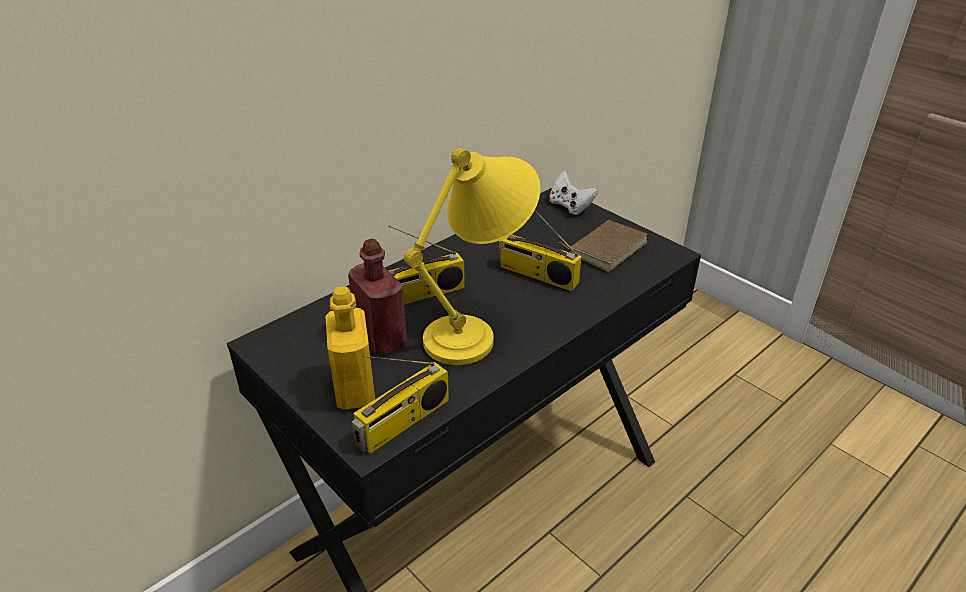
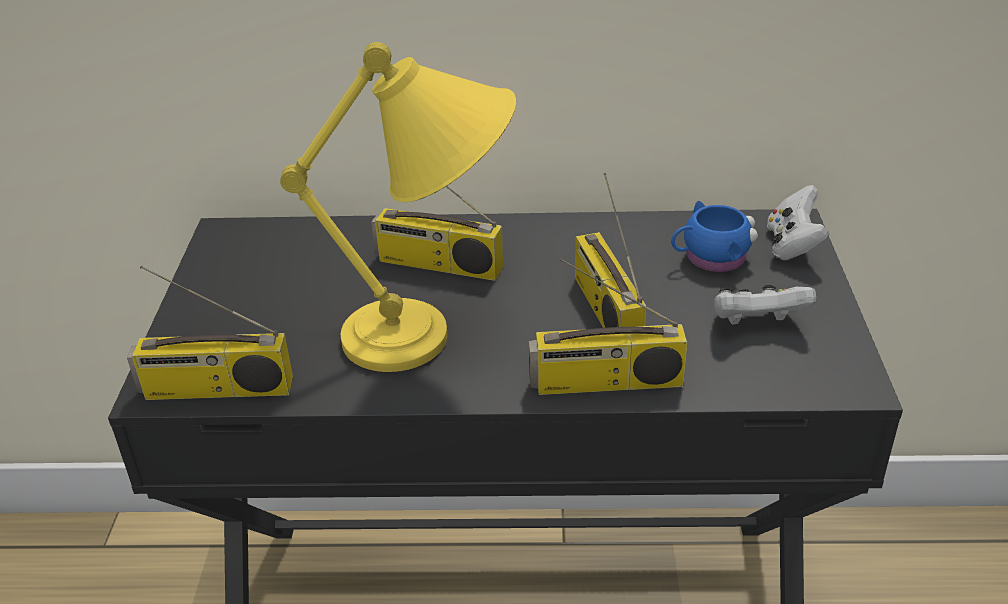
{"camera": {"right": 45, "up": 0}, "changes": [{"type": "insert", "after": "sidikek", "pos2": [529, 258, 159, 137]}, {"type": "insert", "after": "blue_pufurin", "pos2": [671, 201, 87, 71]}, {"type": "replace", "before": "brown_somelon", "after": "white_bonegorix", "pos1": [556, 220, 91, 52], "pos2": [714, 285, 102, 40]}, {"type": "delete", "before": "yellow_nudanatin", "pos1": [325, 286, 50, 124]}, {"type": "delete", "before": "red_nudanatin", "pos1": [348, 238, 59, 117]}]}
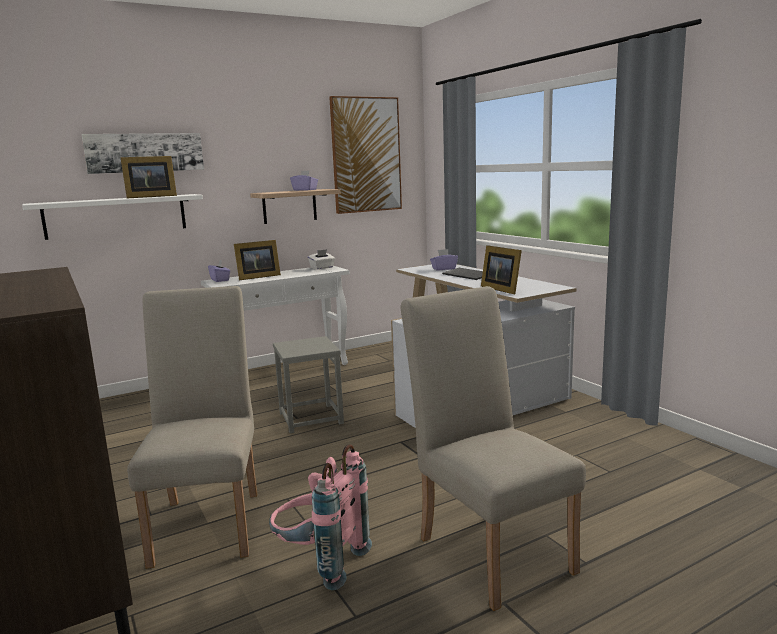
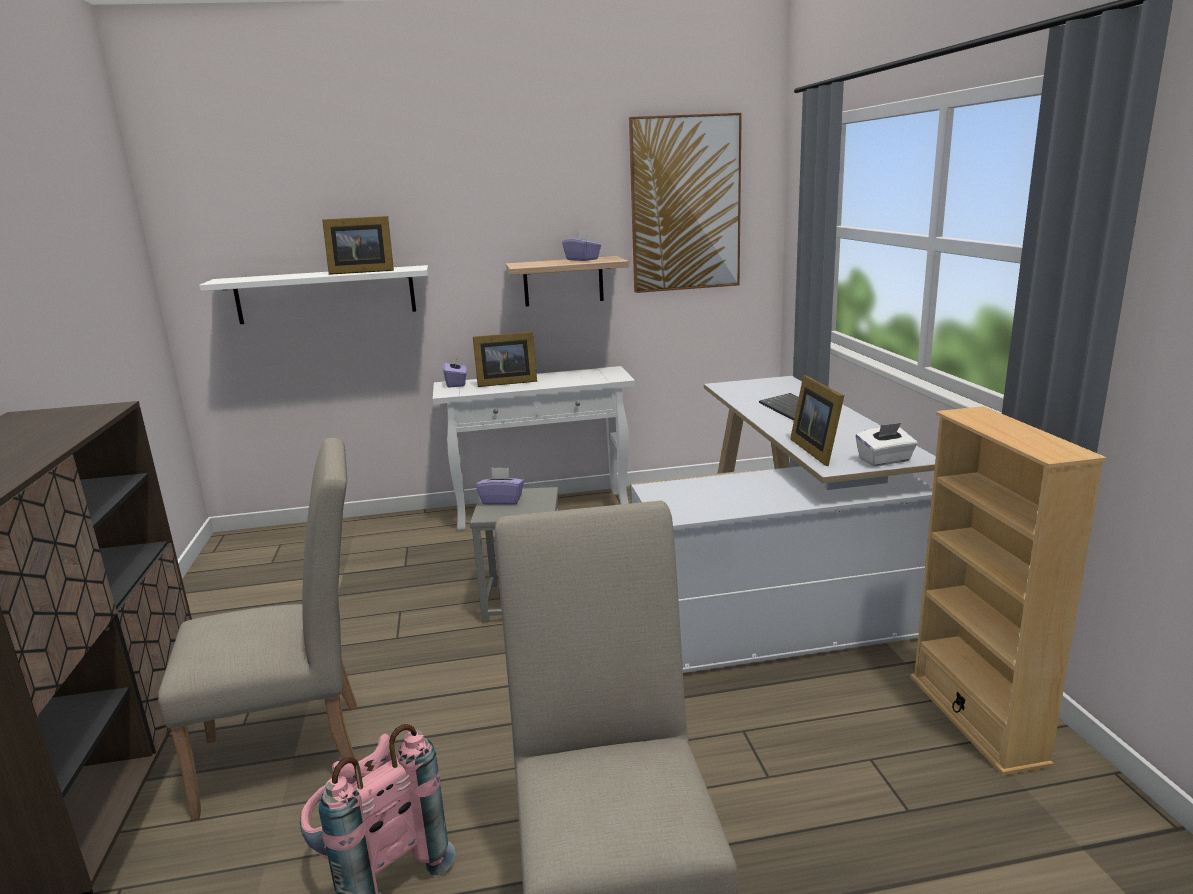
{"camera": {"right": 20, "up": 5}, "changes": [{"type": "rotate", "before": "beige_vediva", "pos1": [127, 286, 130, 283], "pos2": [158, 438, 199, 383], "turn": 60}, {"type": "move", "before": "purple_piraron", "pos1": [430, 249, 28, 21], "pos2": [476, 467, 48, 38]}, {"type": "move", "before": "white_piraron", "pos1": [308, 249, 27, 21], "pos2": [856, 423, 61, 43]}, {"type": "insert", "after": "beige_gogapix", "pos2": [910, 406, 197, 370]}, {"type": "delete", "before": "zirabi", "pos1": [81, 133, 123, 41]}]}
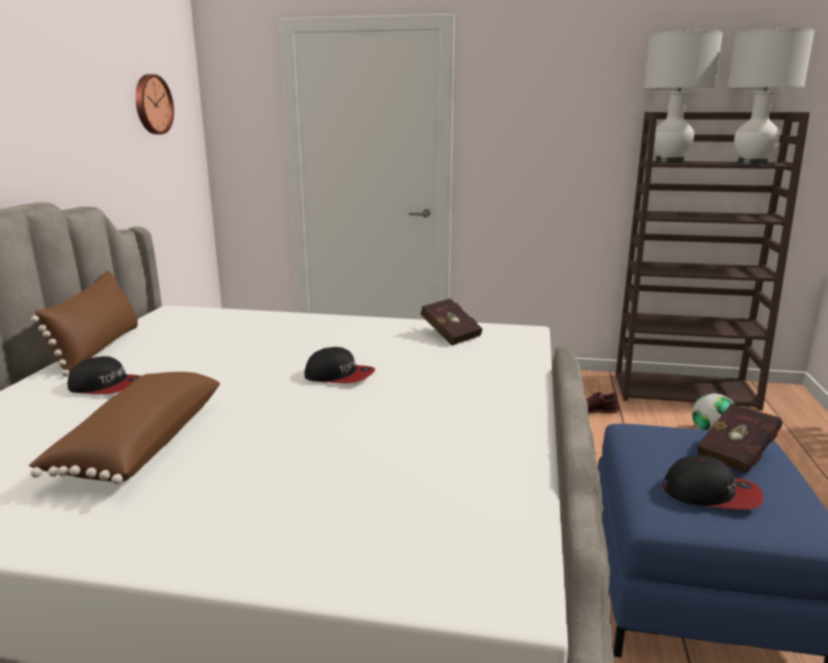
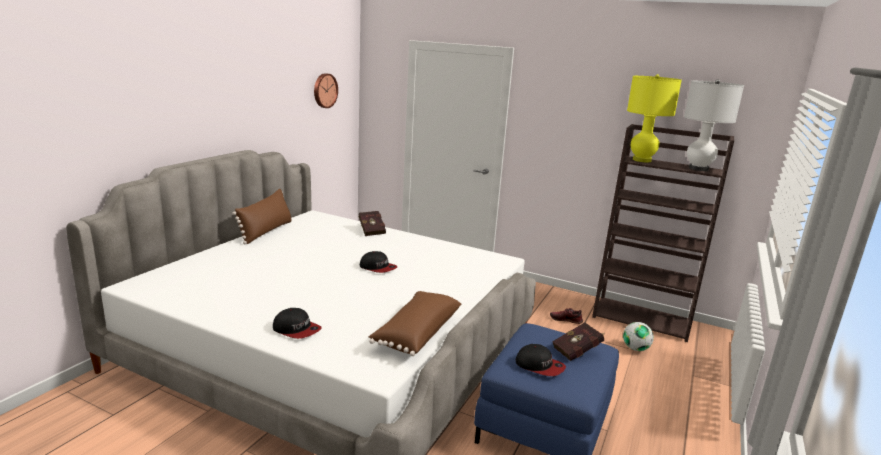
{"camera": {"right": 15, "up": 0}, "changes": [{"type": "move", "before": "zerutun", "pos1": [68, 356, 72, 38], "pos2": [273, 308, 48, 31]}, {"type": "move", "before": "red_somelon", "pos1": [420, 299, 62, 47], "pos2": [359, 211, 27, 25]}, {"type": "move", "before": "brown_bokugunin", "pos1": [29, 372, 191, 112], "pos2": [369, 291, 92, 65]}, {"type": "recolor", "before": "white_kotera", "after": "yellow_kotera", "pos1": [644, 29, 79, 134], "pos2": [627, 74, 55, 89]}]}
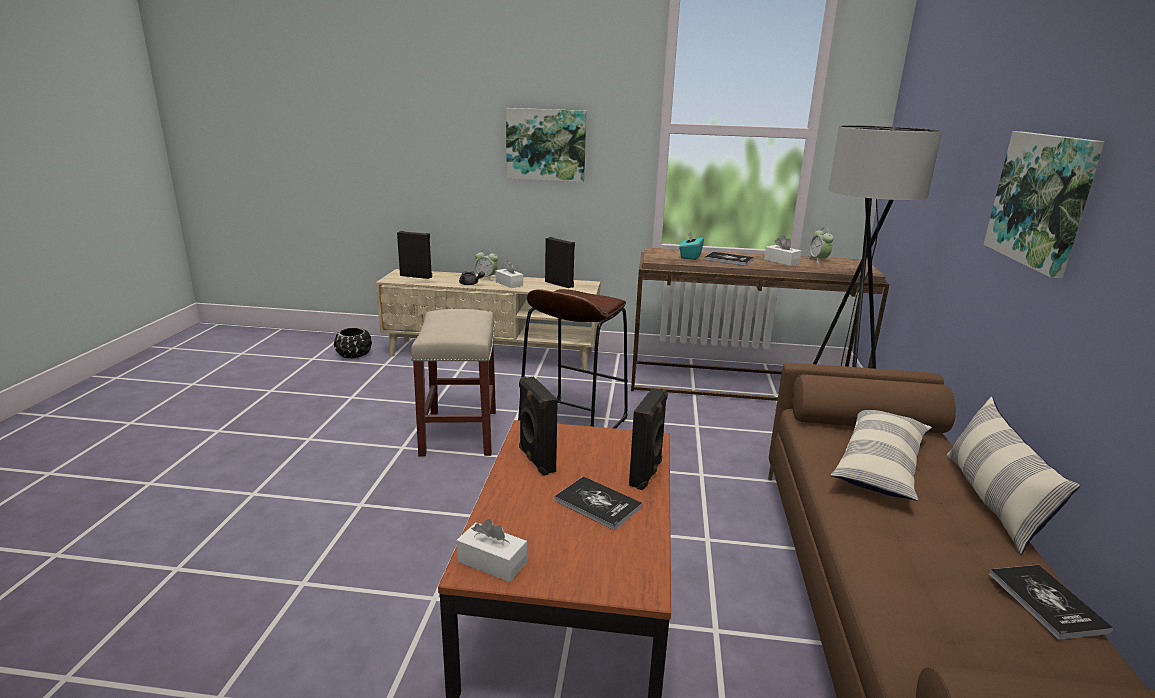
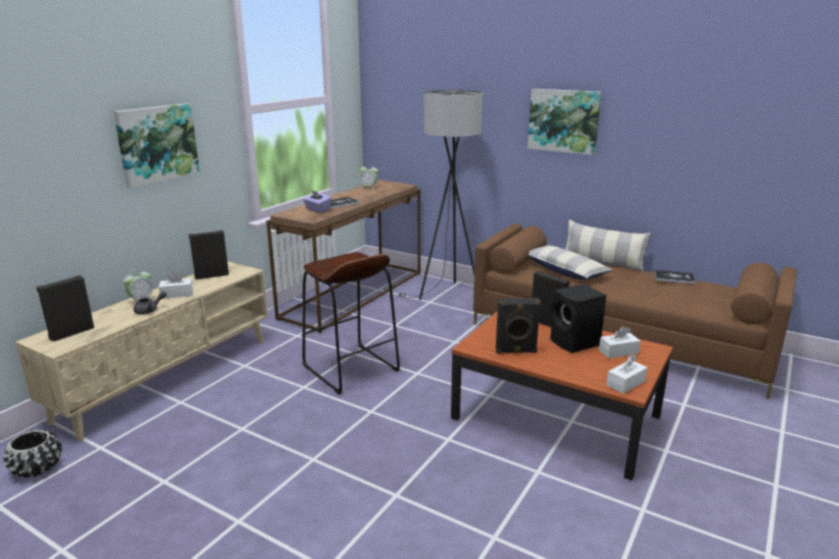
{"camera": {"right": -65, "up": 0}, "changes": [{"type": "recolor", "before": "turquoise_piraron", "after": "purple_piraron", "pos1": [679, 231, 25, 29], "pos2": [303, 190, 28, 23]}, {"type": "replace", "before": "somelon", "after": "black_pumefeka", "pos1": [554, 476, 88, 54], "pos2": [550, 284, 56, 69]}, {"type": "move", "before": "white_piraron", "pos1": [764, 236, 37, 30], "pos2": [599, 326, 41, 32]}, {"type": "delete", "before": "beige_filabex", "pos1": [411, 309, 85, 147]}]}
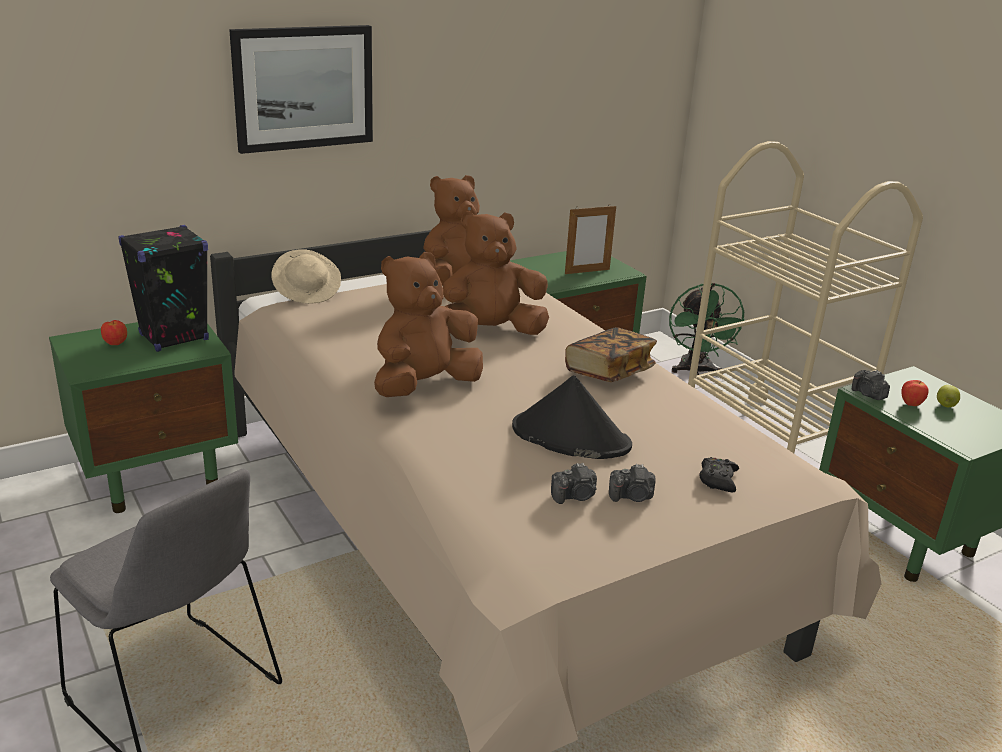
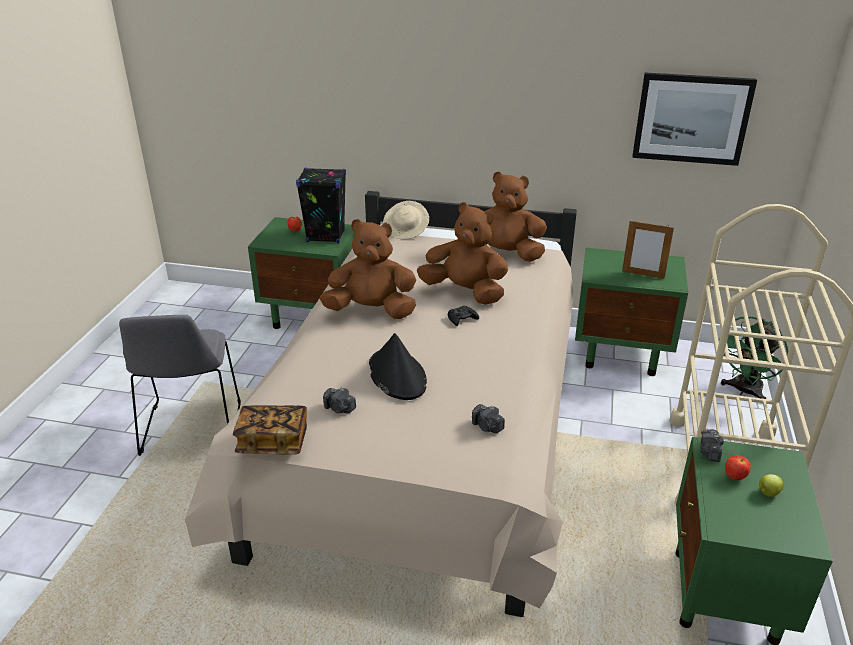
{"camera": {"right": 45, "up": 5}, "changes": [{"type": "move", "before": "somelon", "pos1": [565, 327, 92, 55], "pos2": [233, 405, 74, 50]}, {"type": "move", "before": "black_bonegorix", "pos1": [699, 457, 40, 35], "pos2": [448, 306, 31, 20]}, {"type": "move", "before": "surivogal", "pos1": [609, 464, 46, 38], "pos2": [472, 404, 33, 29]}, {"type": "move", "before": "zirabi", "pos1": [229, 25, 144, 129], "pos2": [632, 73, 125, 93]}]}
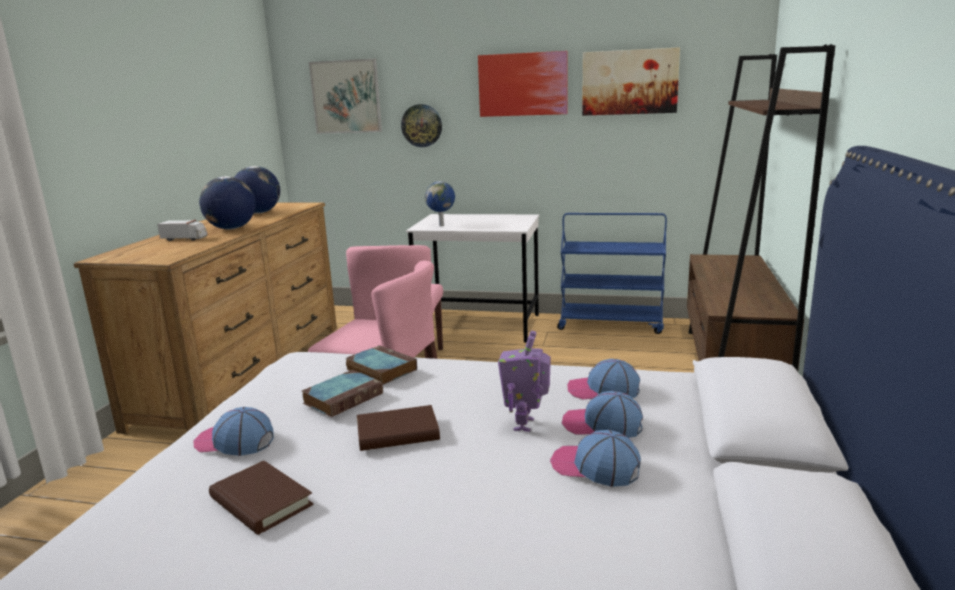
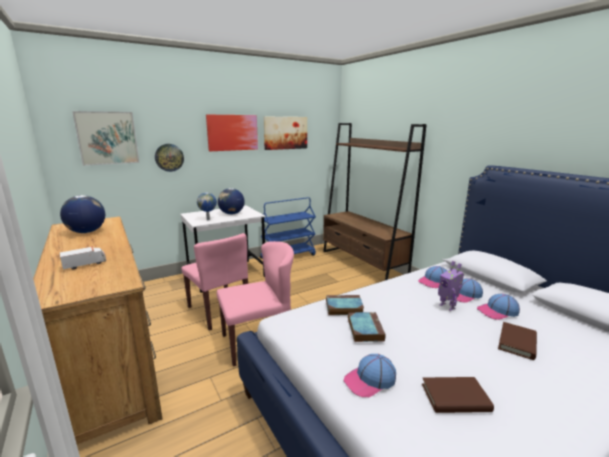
{"camera": {"right": -45, "up": 0}, "changes": [{"type": "move", "before": "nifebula", "pos1": [199, 176, 57, 53], "pos2": [218, 188, 27, 27]}, {"type": "move", "before": "brown_somelon", "pos1": [357, 405, 83, 46], "pos2": [498, 322, 39, 38]}]}
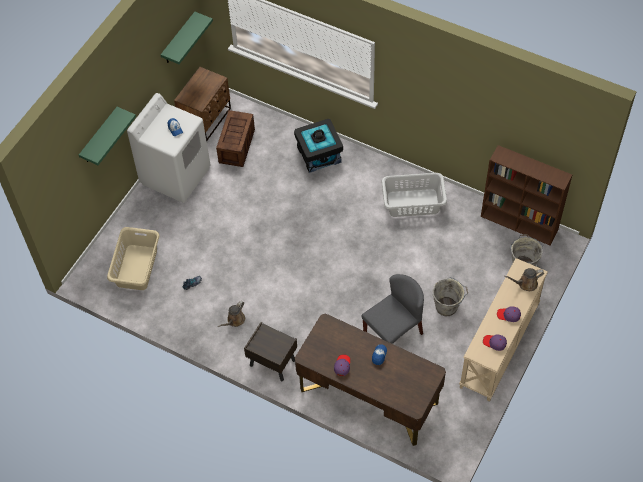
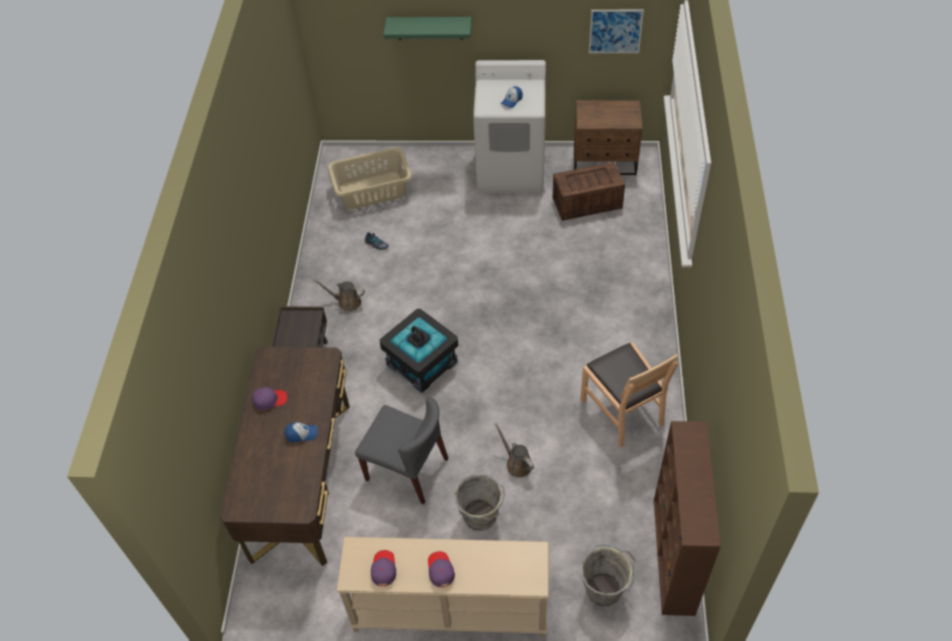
{"camera": {"right": 65, "up": -5}, "changes": [{"type": "move", "before": "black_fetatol", "pos1": [294, 119, 49, 54], "pos2": [380, 309, 78, 84]}, {"type": "move", "before": "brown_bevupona", "pos1": [504, 268, 40, 23], "pos2": [495, 424, 39, 54]}, {"type": "replace", "before": "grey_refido", "after": "brown_vediva", "pos1": [382, 173, 65, 44], "pos2": [580, 342, 98, 106]}, {"type": "replace", "before": "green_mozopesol", "after": "zirabi", "pos1": [161, 12, 52, 52], "pos2": [589, 9, 55, 44]}]}
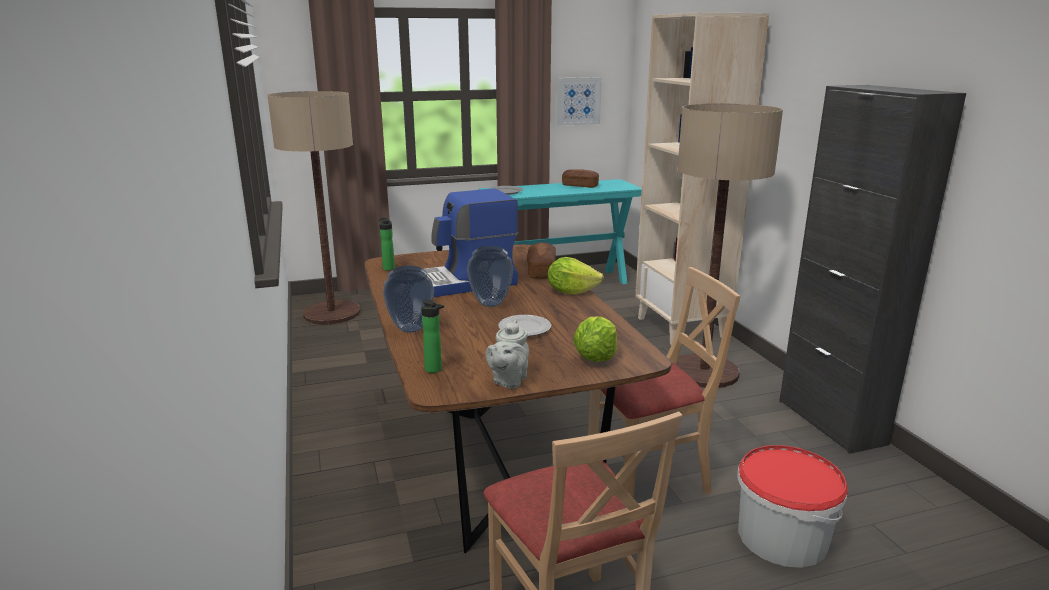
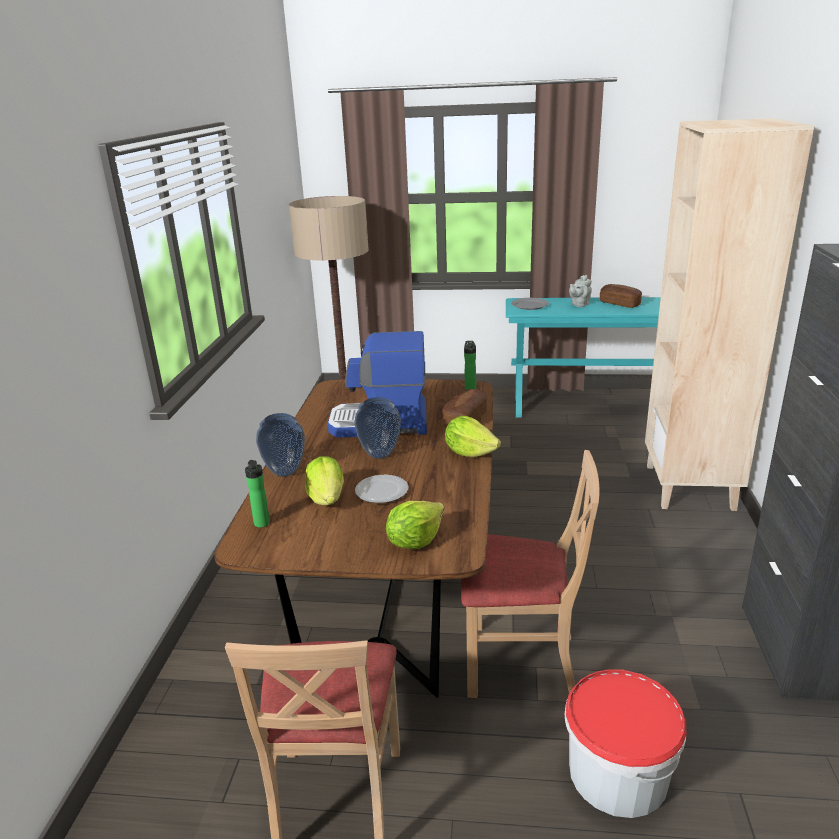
{"camera": {"right": 25, "up": 5}, "changes": [{"type": "insert", "after": "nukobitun", "pos2": [305, 456, 39, 50]}, {"type": "move", "before": "nudanatin", "pos1": [379, 218, 16, 53], "pos2": [464, 341, 12, 49]}, {"type": "move", "before": "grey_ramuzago", "pos1": [486, 320, 43, 68], "pos2": [569, 275, 23, 32]}, {"type": "delete", "before": "zirabi", "pos1": [557, 77, 45, 49]}, {"type": "delete", "before": "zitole", "pos1": [676, 104, 107, 284]}]}
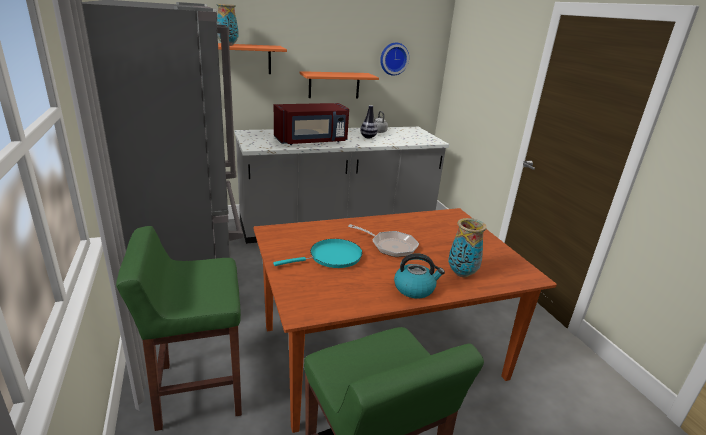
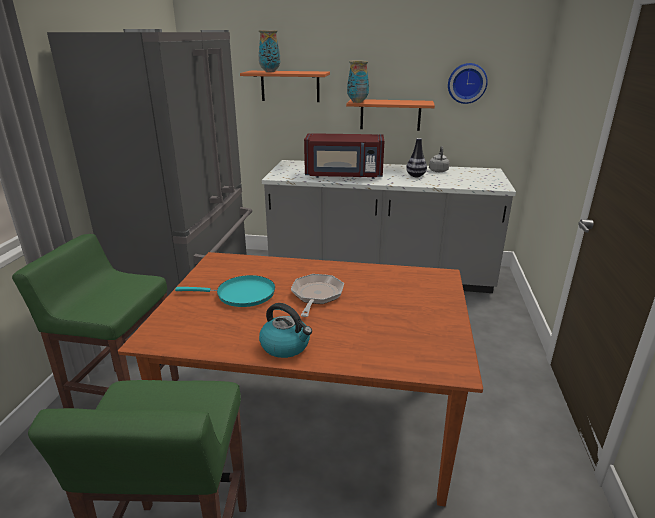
{"camera": {"right": 30, "up": 0}, "changes": [{"type": "rotate", "before": "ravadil", "pos1": [348, 224, 71, 33], "pos2": [291, 274, 53, 43], "turn": -135}, {"type": "move", "before": "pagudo", "pos1": [448, 218, 39, 59], "pos2": [347, 60, 22, 43]}]}
